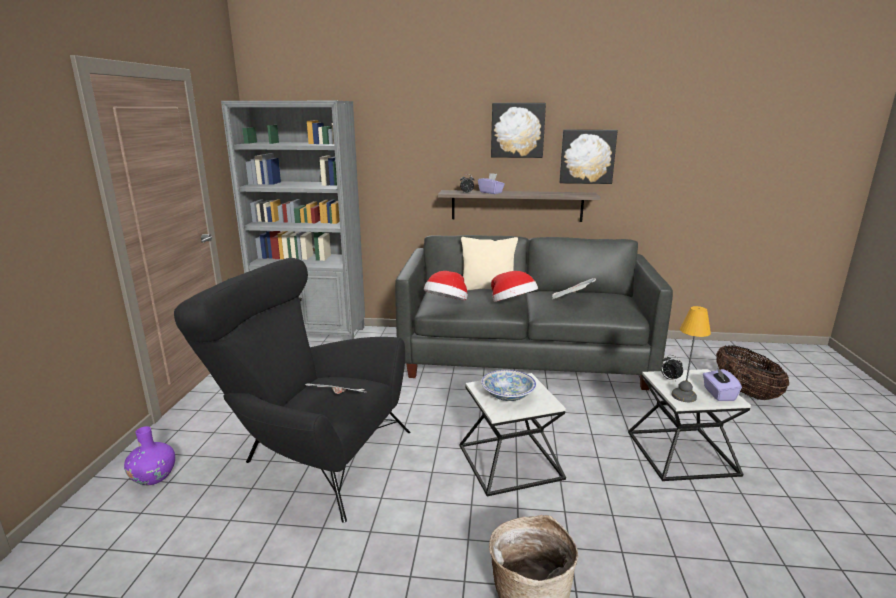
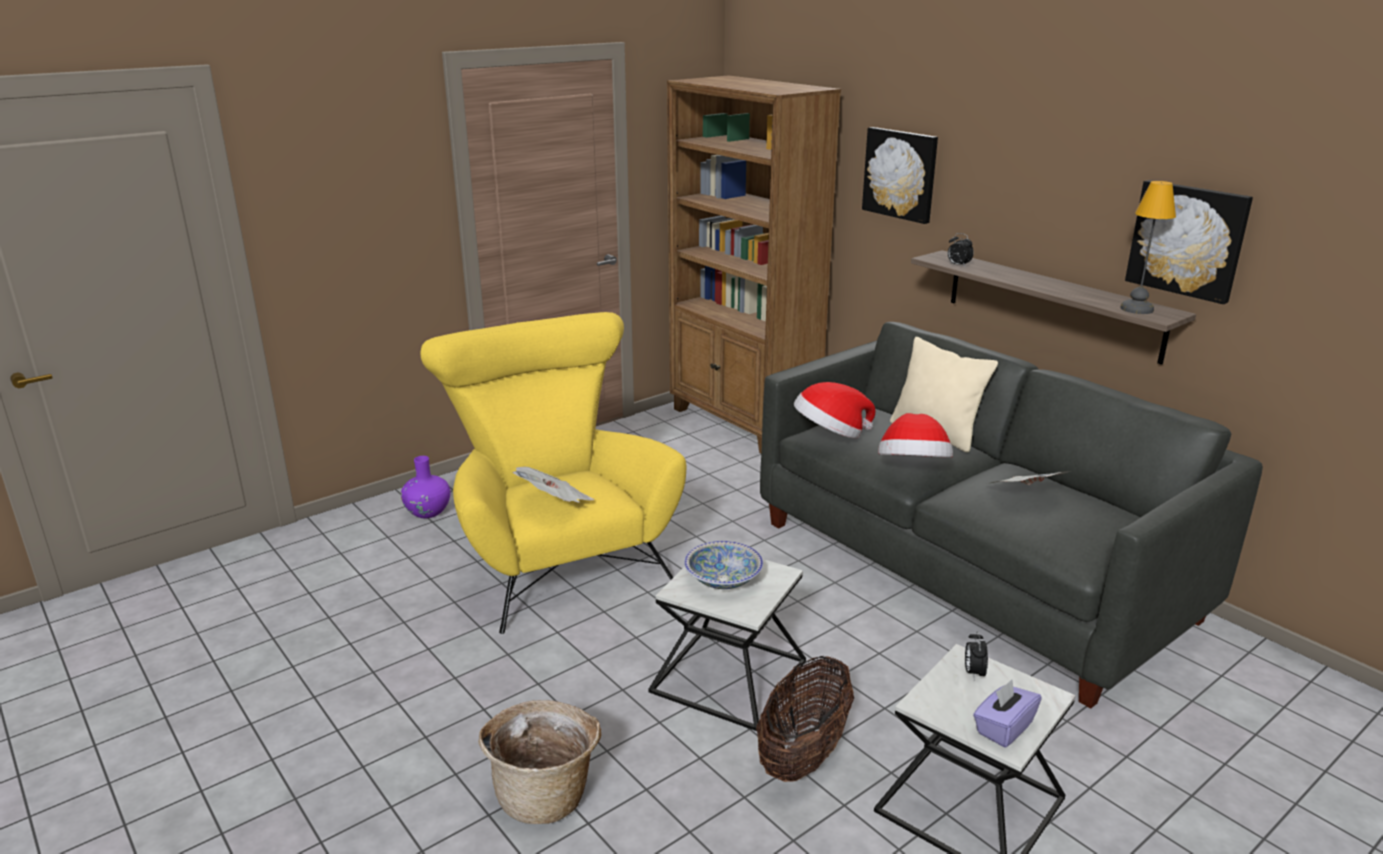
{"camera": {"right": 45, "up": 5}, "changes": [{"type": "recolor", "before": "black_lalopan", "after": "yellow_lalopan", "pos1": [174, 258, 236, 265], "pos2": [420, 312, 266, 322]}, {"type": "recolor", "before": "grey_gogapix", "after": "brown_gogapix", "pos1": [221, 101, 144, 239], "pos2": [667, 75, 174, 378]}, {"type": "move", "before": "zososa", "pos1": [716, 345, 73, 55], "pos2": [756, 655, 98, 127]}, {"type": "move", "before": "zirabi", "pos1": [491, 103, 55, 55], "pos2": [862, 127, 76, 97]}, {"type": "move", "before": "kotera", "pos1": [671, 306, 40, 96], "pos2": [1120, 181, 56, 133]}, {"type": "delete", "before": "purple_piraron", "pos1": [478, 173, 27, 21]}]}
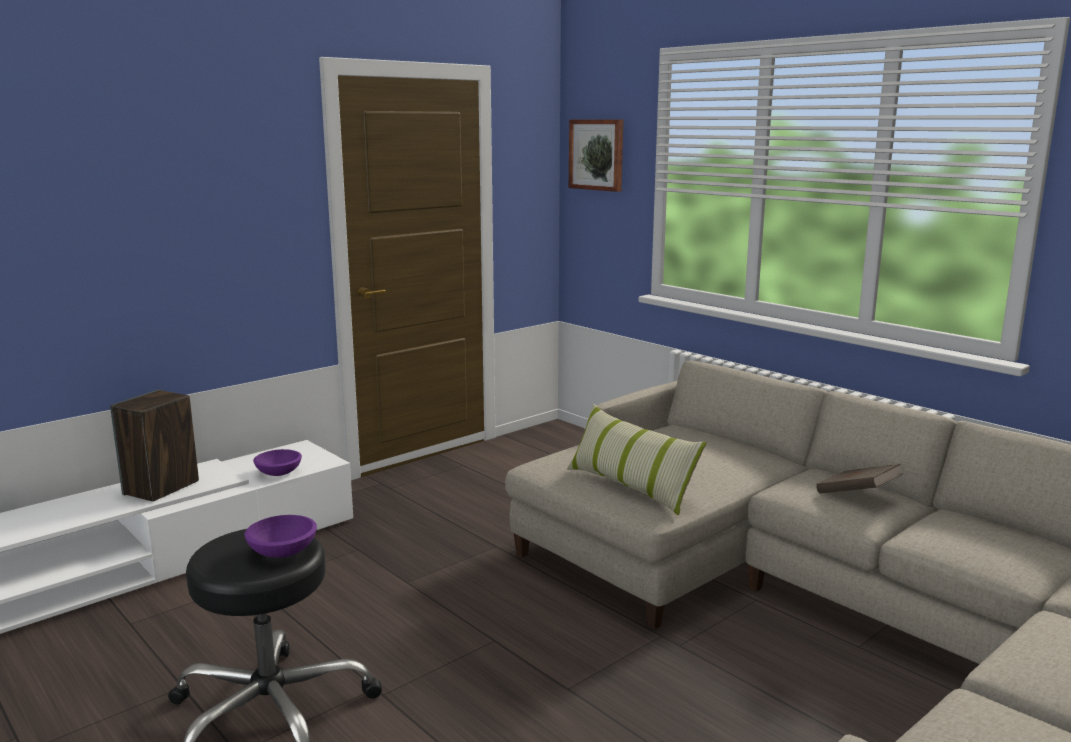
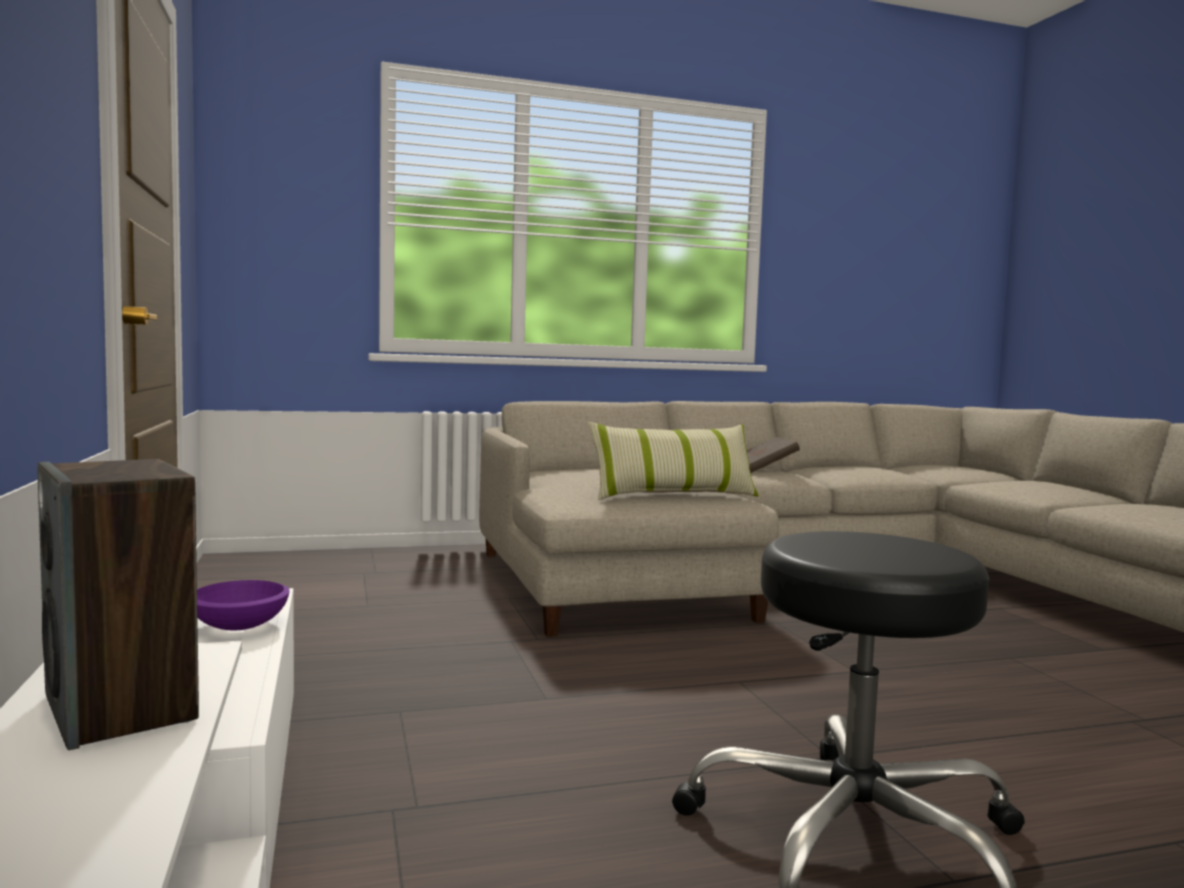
{"camera": {"right": -65, "up": -10}, "changes": [{"type": "delete", "before": "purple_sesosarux", "pos1": [244, 515, 73, 43]}, {"type": "delete", "before": "zirabi", "pos1": [569, 119, 54, 73]}]}
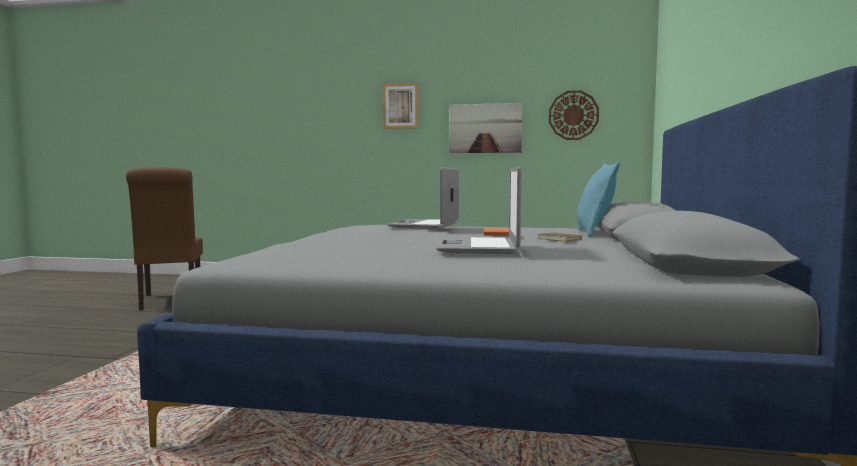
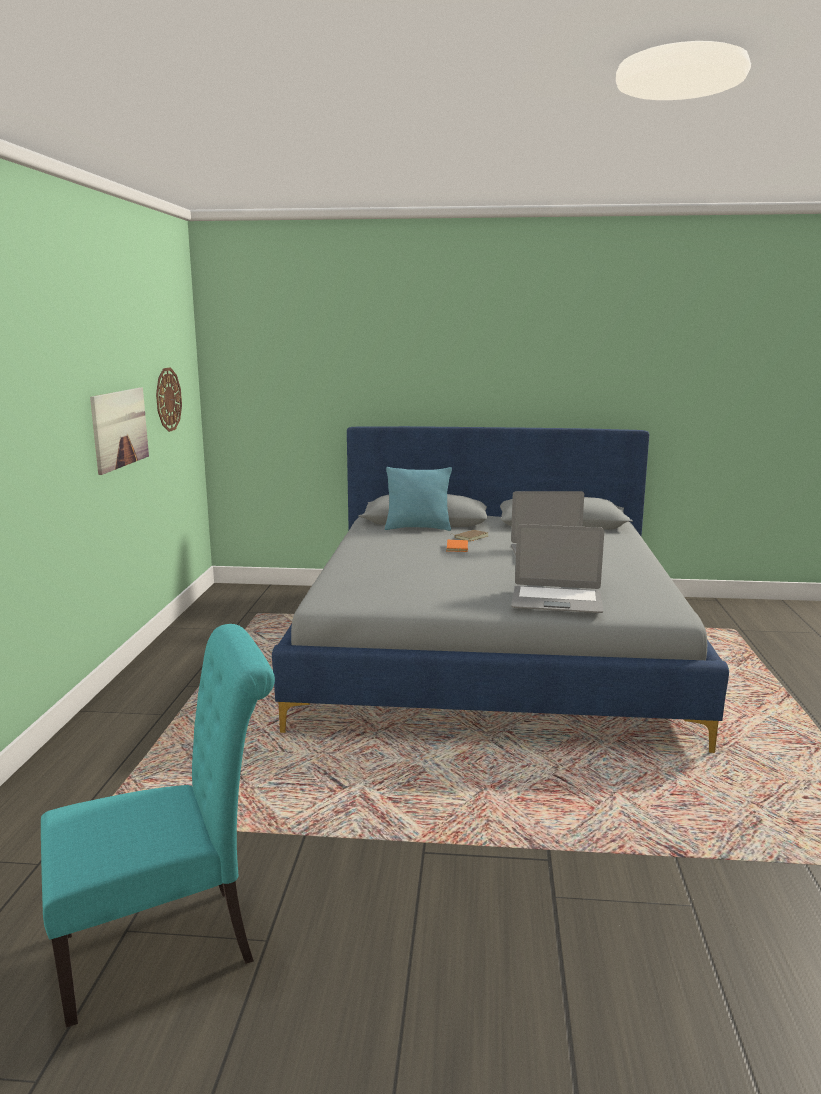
{"camera": {"right": -95, "up": 10}, "changes": [{"type": "recolor", "before": "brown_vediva", "after": "turquoise_vediva", "pos1": [126, 167, 77, 143], "pos2": [41, 624, 234, 404]}, {"type": "move", "before": "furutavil", "pos1": [387, 167, 72, 62], "pos2": [511, 524, 93, 89]}, {"type": "delete", "before": "zirabi", "pos1": [383, 83, 36, 46]}]}
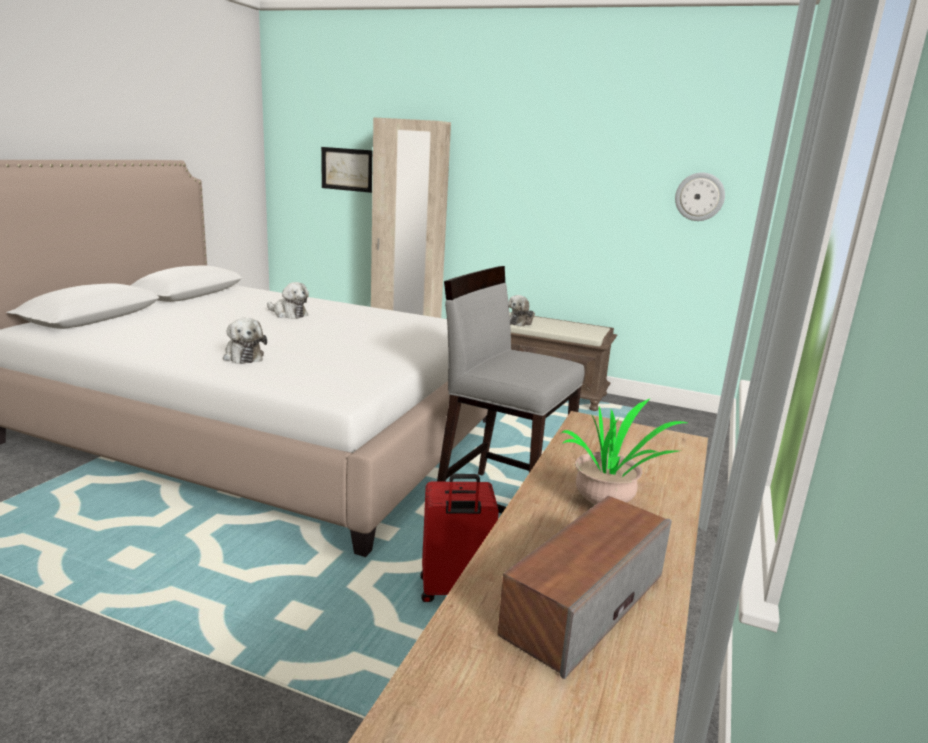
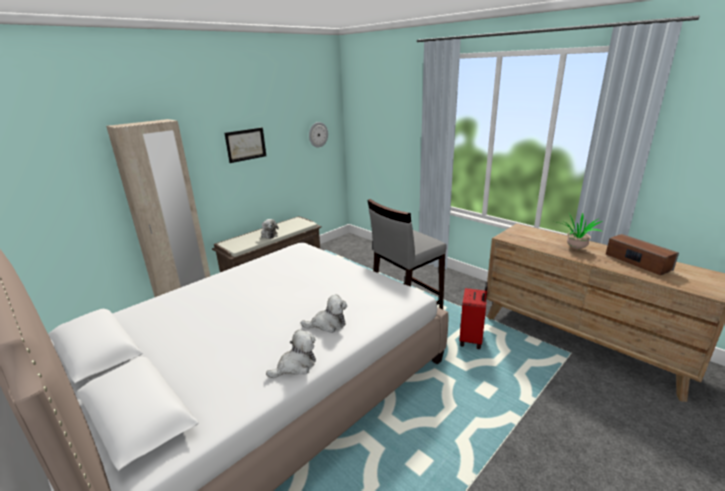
{"camera": {"right": -65, "up": 5}, "changes": [{"type": "move", "before": "zirabi", "pos1": [321, 147, 51, 46], "pos2": [225, 128, 41, 35]}, {"type": "move", "before": "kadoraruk", "pos1": [267, 282, 42, 37], "pos2": [266, 329, 50, 49]}]}
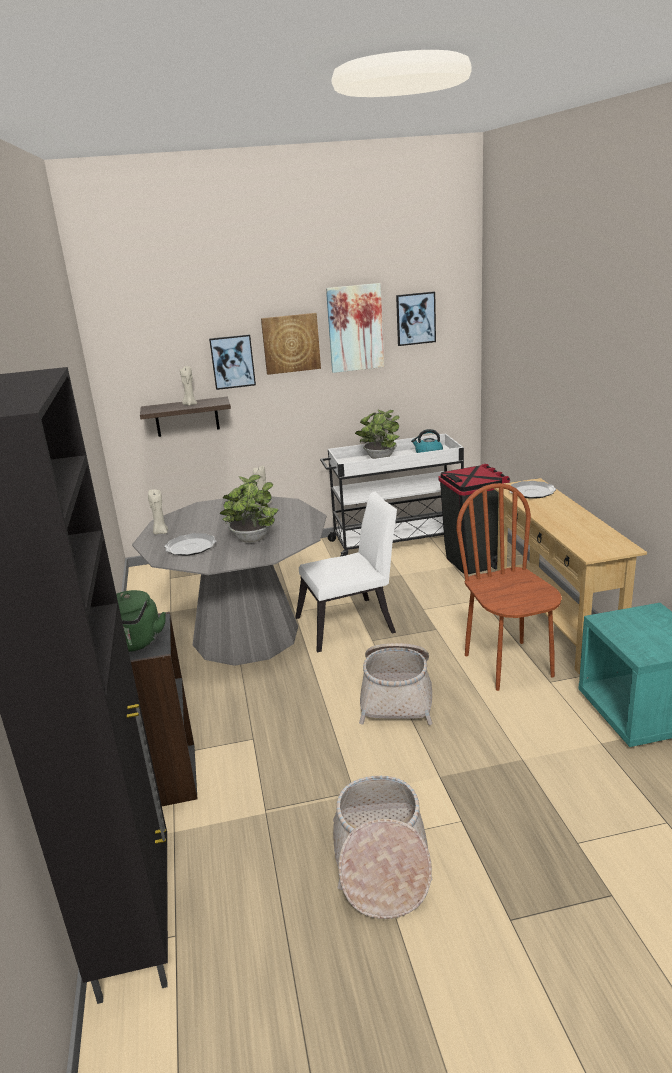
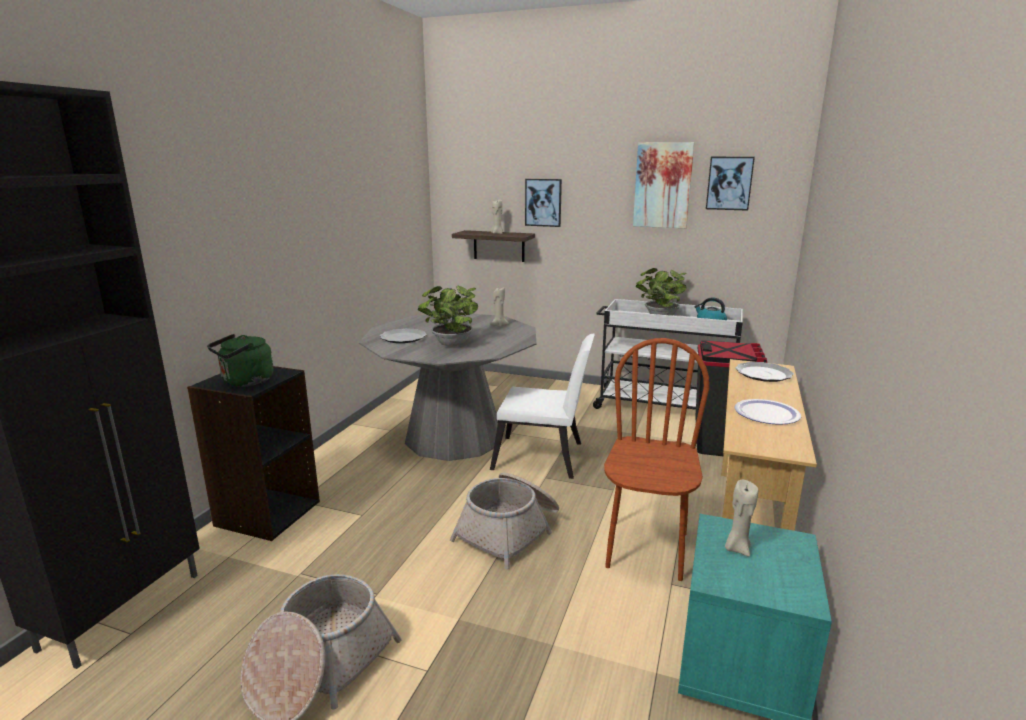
{"camera": {"right": 30, "up": -5}, "changes": [{"type": "move", "before": "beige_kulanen", "pos1": [148, 489, 20, 46], "pos2": [725, 480, 33, 77]}, {"type": "insert", "after": "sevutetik", "pos2": [734, 399, 67, 26]}, {"type": "delete", "before": "zirabi", "pos1": [261, 313, 60, 62]}]}
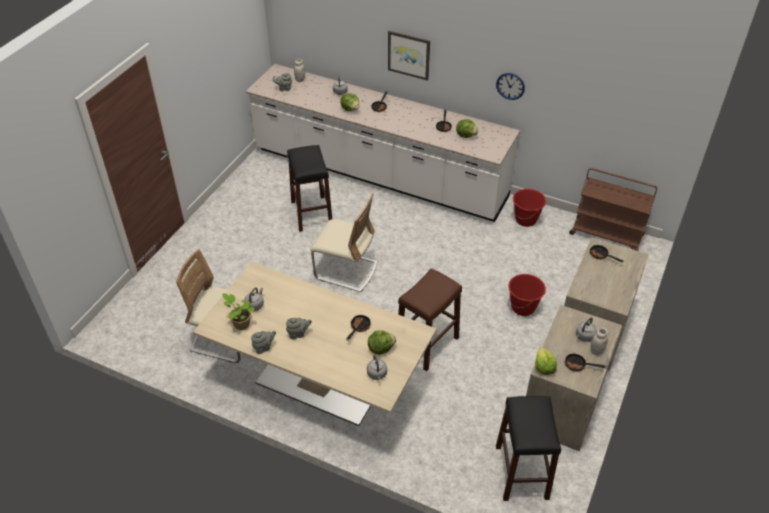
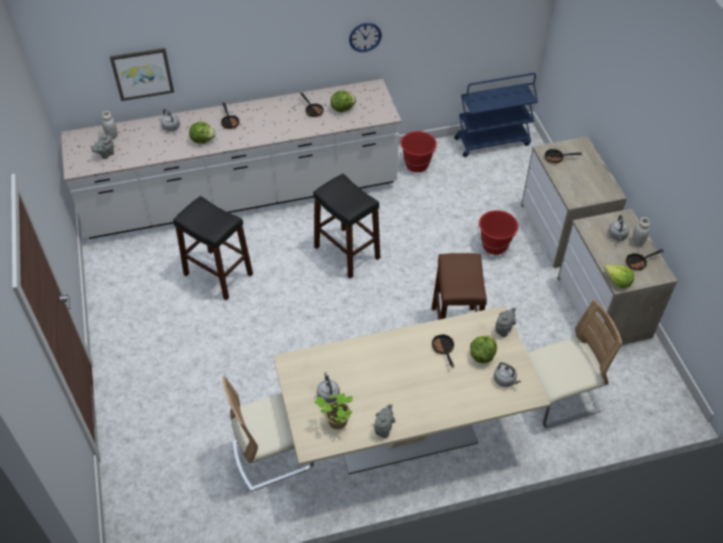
{"camera": {"right": -40, "up": 5}, "changes": [{"type": "move", "before": "zirabi", "pos1": [388, 31, 42, 50], "pos2": [110, 48, 64, 53]}, {"type": "move", "before": "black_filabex", "pos1": [496, 396, 65, 105], "pos2": [313, 174, 67, 104]}, {"type": "recolor", "before": "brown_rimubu", "after": "blue_rimubu", "pos1": [569, 168, 88, 83], "pos2": [454, 73, 84, 84]}, {"type": "move", "before": "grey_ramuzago", "pos1": [286, 317, 26, 22], "pos2": [495, 308, 21, 29]}, {"type": "move", "before": "beige_vediva", "pos1": [310, 193, 68, 99], "pos2": [527, 300, 95, 128]}]}
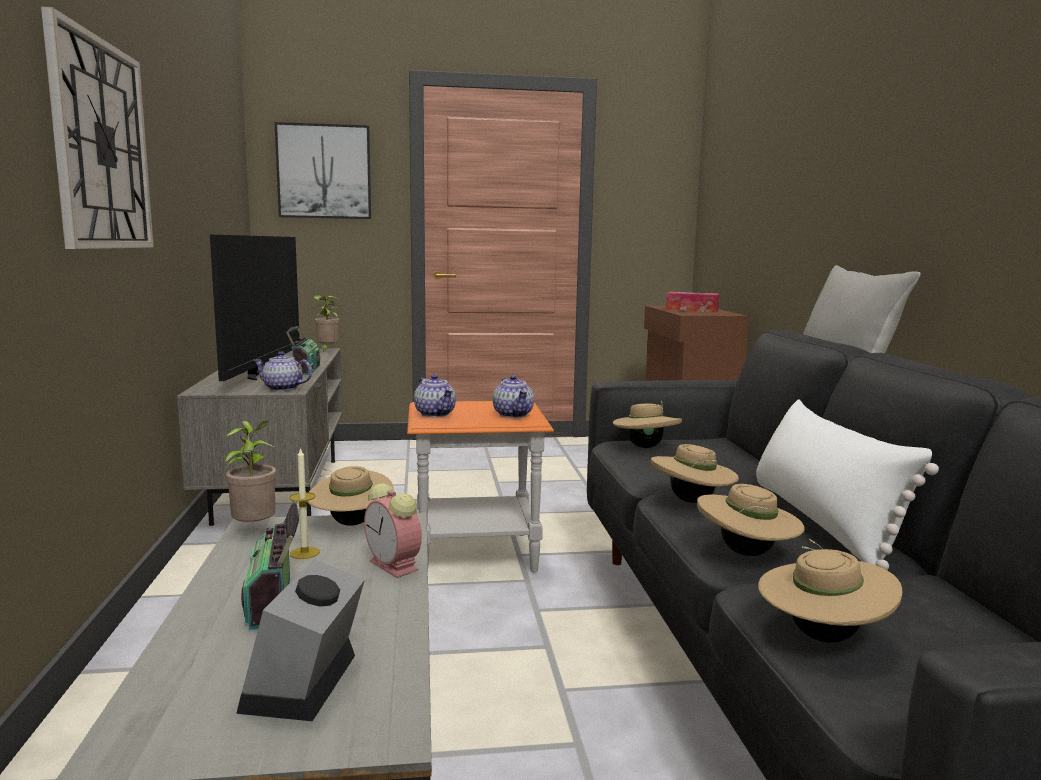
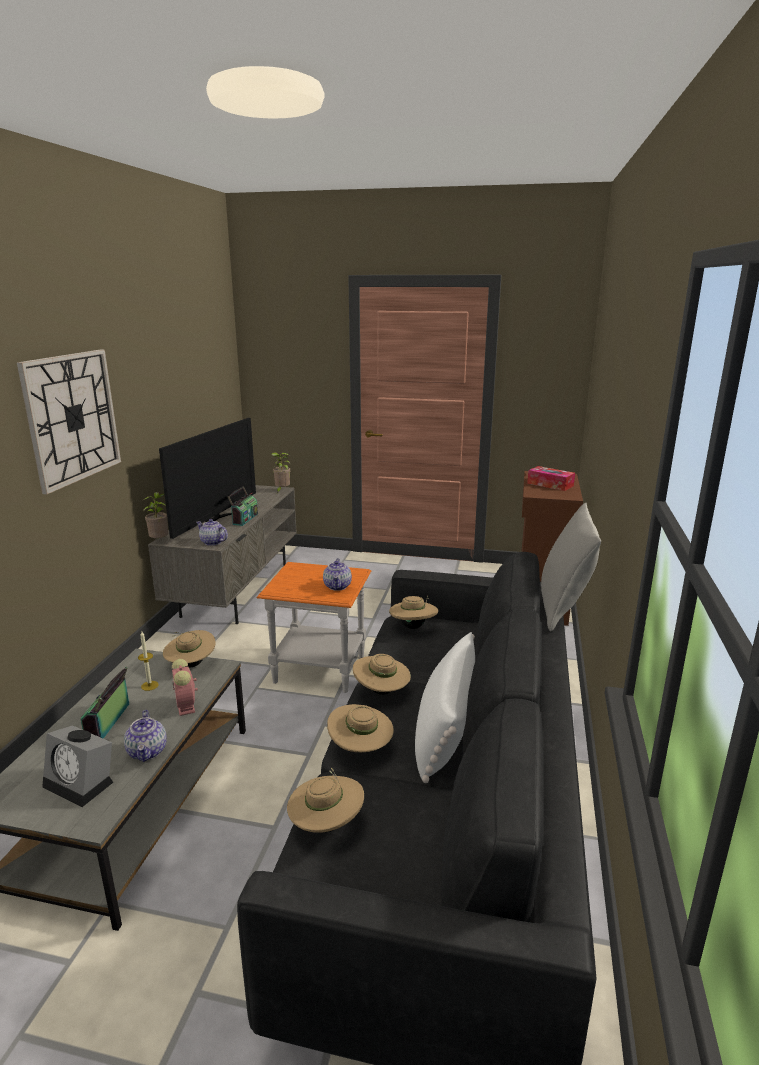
{"camera": {"right": 20, "up": 10}, "changes": [{"type": "rotate", "before": "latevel", "pos1": [236, 559, 129, 162], "pos2": [42, 725, 71, 82], "turn": -90}, {"type": "move", "before": "ramuzago", "pos1": [414, 374, 42, 43], "pos2": [124, 710, 43, 52]}, {"type": "move", "before": "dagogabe", "pos1": [225, 421, 51, 101], "pos2": [143, 492, 25, 46]}, {"type": "delete", "before": "zirabi", "pos1": [275, 122, 96, 97]}]}
